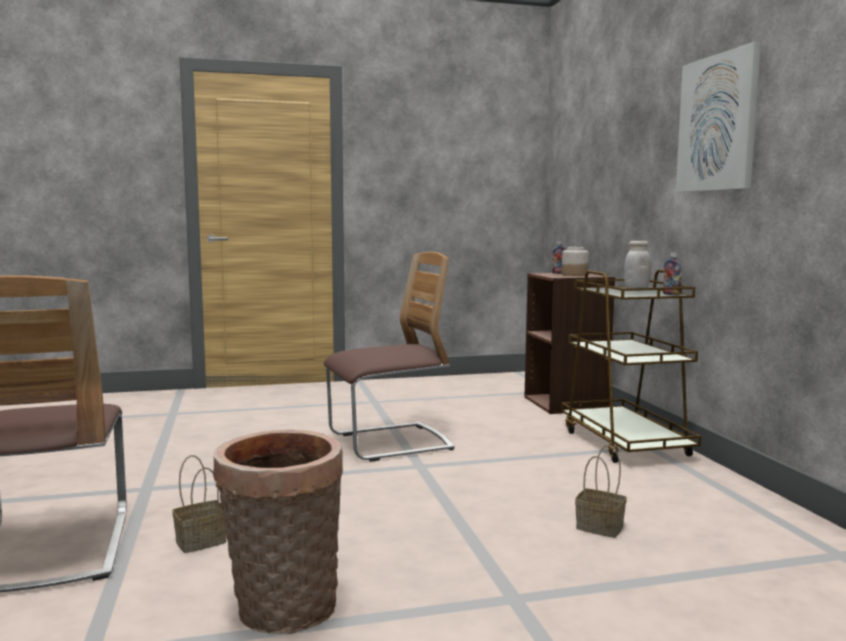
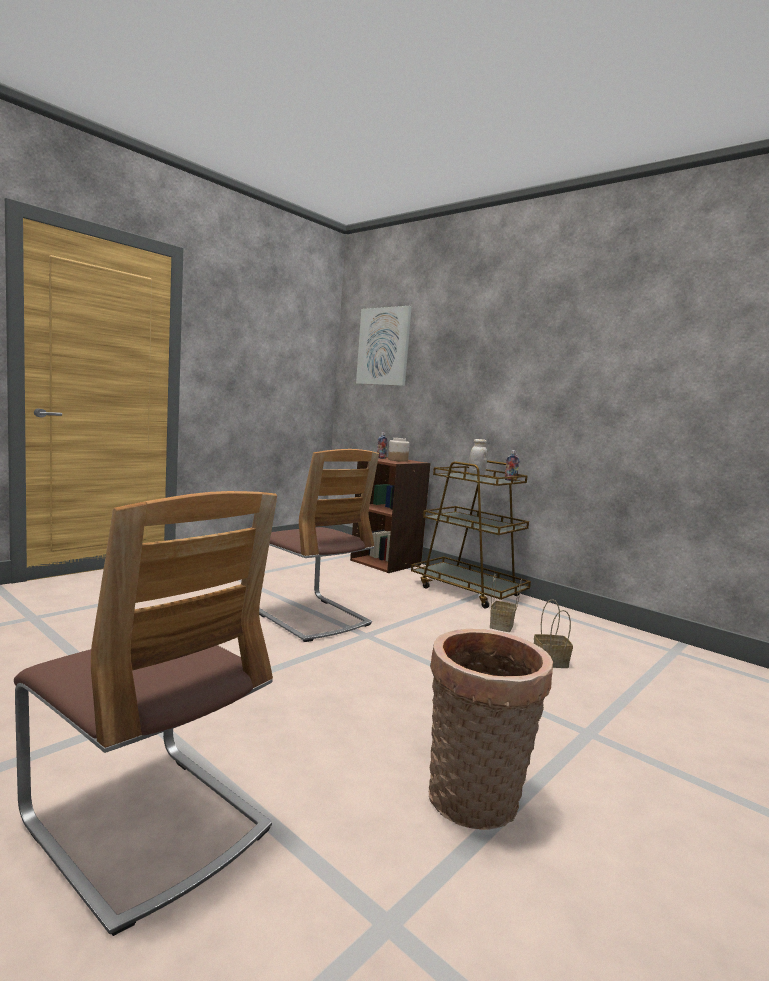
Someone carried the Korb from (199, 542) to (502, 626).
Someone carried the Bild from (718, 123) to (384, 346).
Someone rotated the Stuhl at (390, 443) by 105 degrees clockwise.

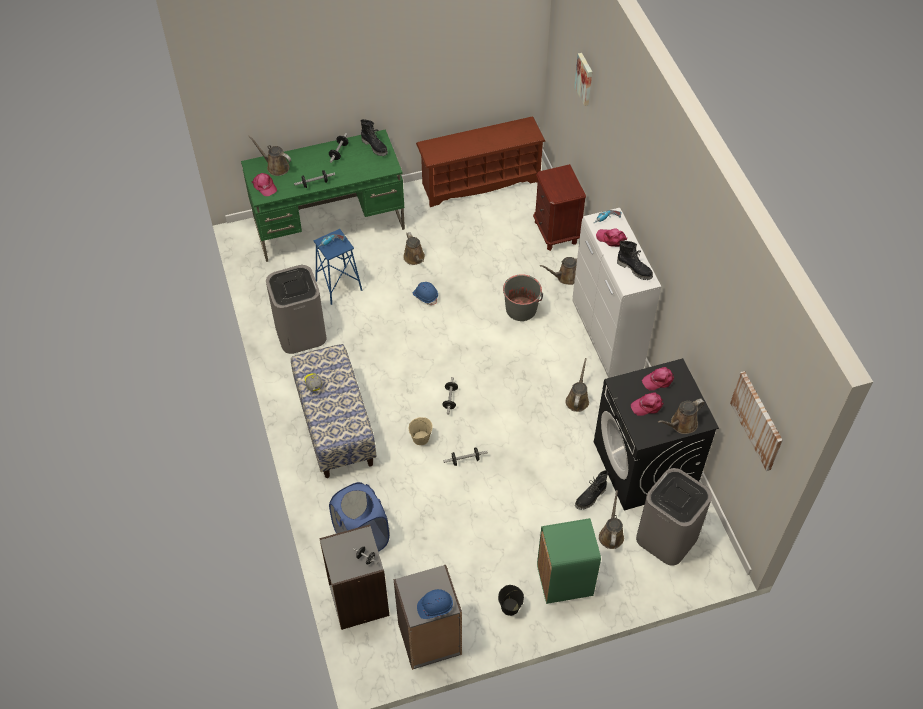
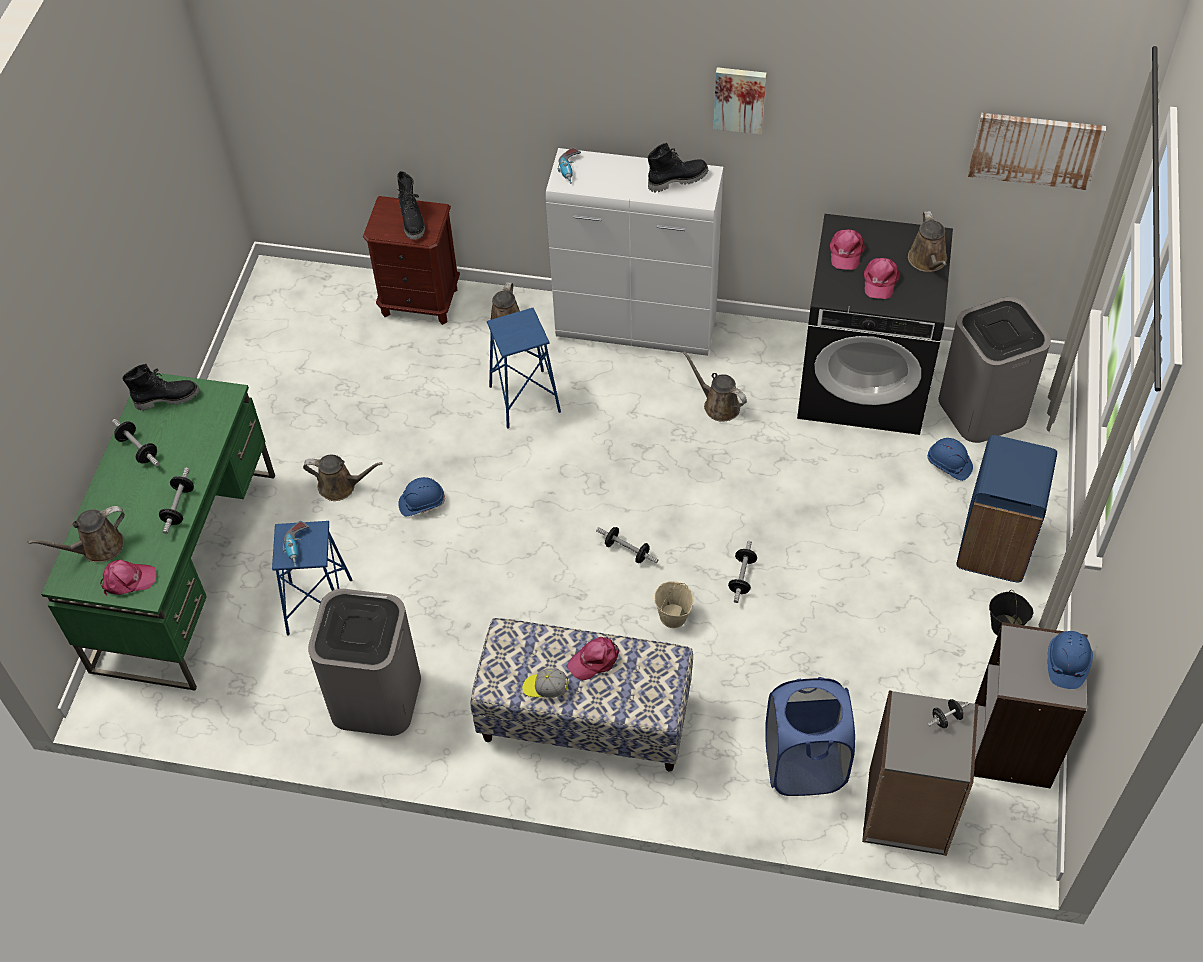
Someone took away the Schuhregal (braun) at (480, 181).
Someone carried the Bild from (585, 79) to (740, 98).
Someone carried the Stiefel (schwarz) from (591, 497) to (412, 221).
Someone carried the Kappe (rosa) from (611, 239) to (595, 660).
Someone swapped the Eimer (grau) at (521, 309) for the Hocker (blau) at (525, 399).
Someone swapped the Gießkanne (braun) at (611, 534) for the Schutzhelm (blau) at (949, 465).
Someone repainted the Mülleimer (grün) at (565, 581), which became the Mülleimer (blau) at (995, 547).

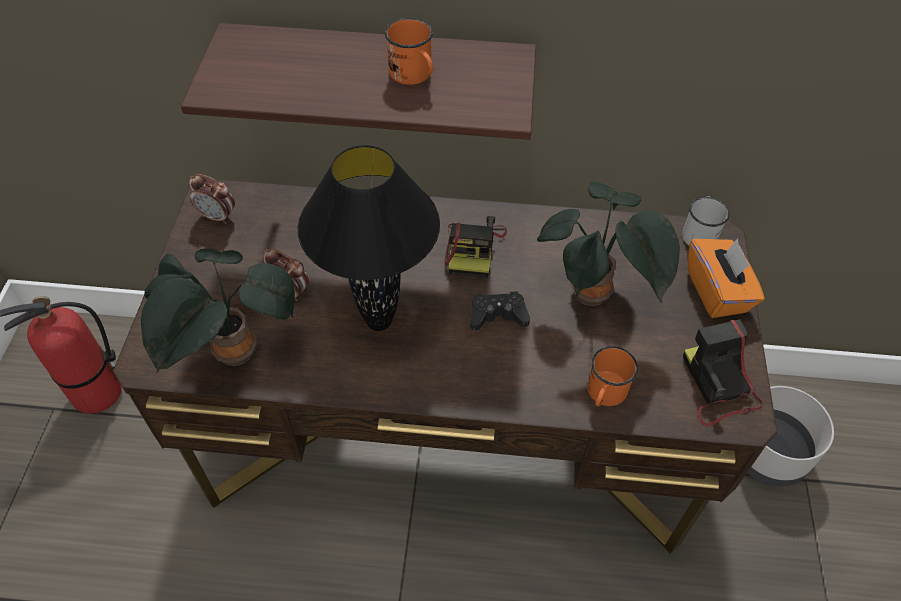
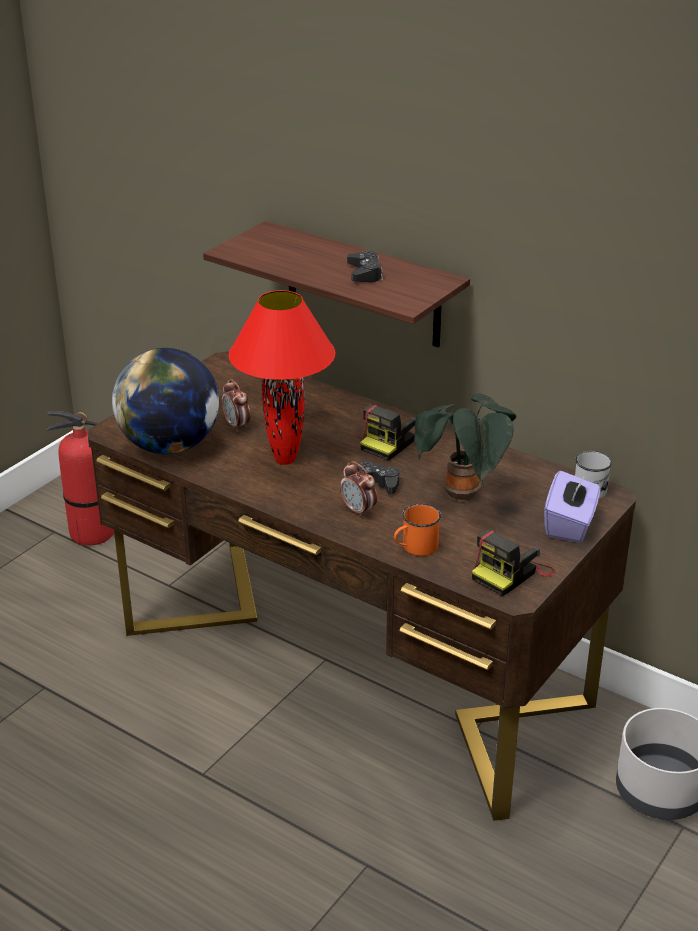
Someone carried the Wecker from (218, 216) to (358, 510).
Someone swapped the Topfpflanze at (233, 356) for the Globus at (170, 446).
Someone swapped the Henkelbecher (orange) at (414, 76) for the Gamepad (schwarz) at (365, 273).
Someone repainted the Tischlampe (schwarz) at (378, 322), which became the Tischlampe (rot) at (284, 460).
Someone repainted the Taschentuchbox (orange) at (717, 292), which became the Taschentuchbox (lila) at (570, 525).
Someone rotated the Kamera at (718, 386) by 150 degrees counterclockwise.

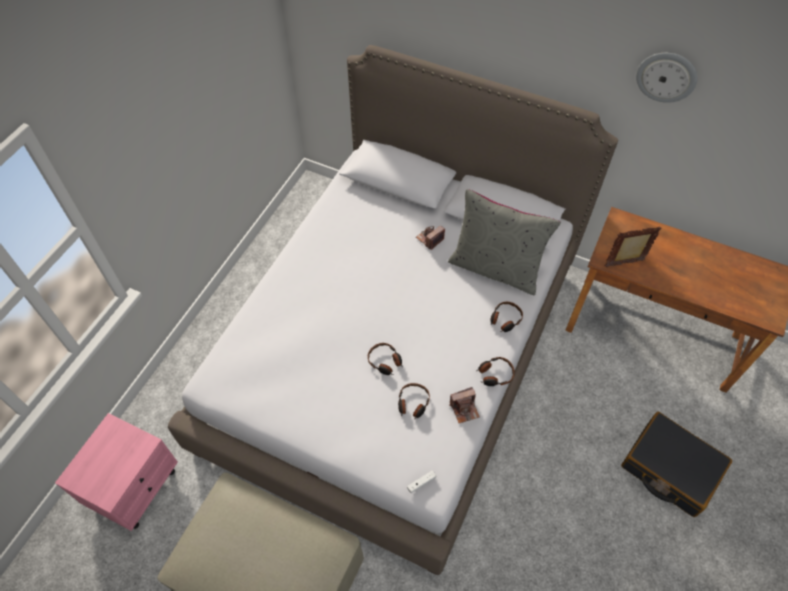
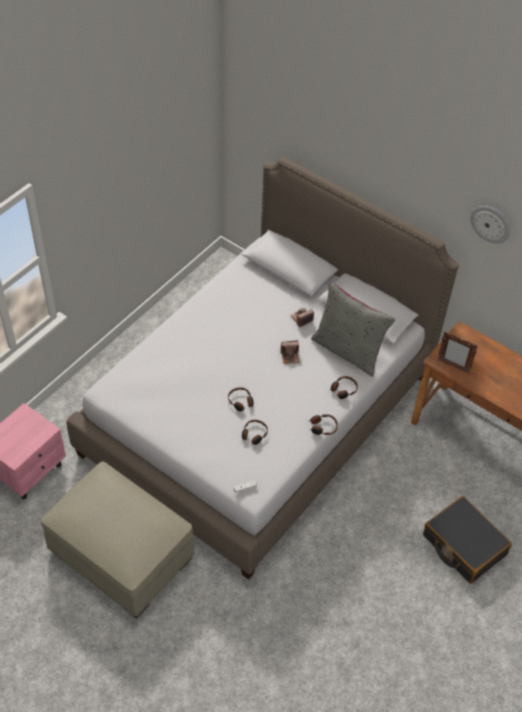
Someone carried the Kamera from (464, 409) to (290, 356).
Someone rotated the Bilderrahmen at (624, 263) by 150 degrees counterclockwise.

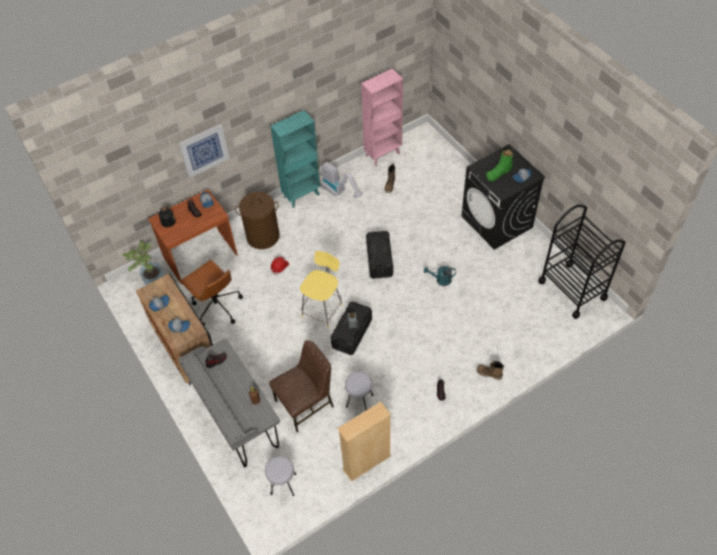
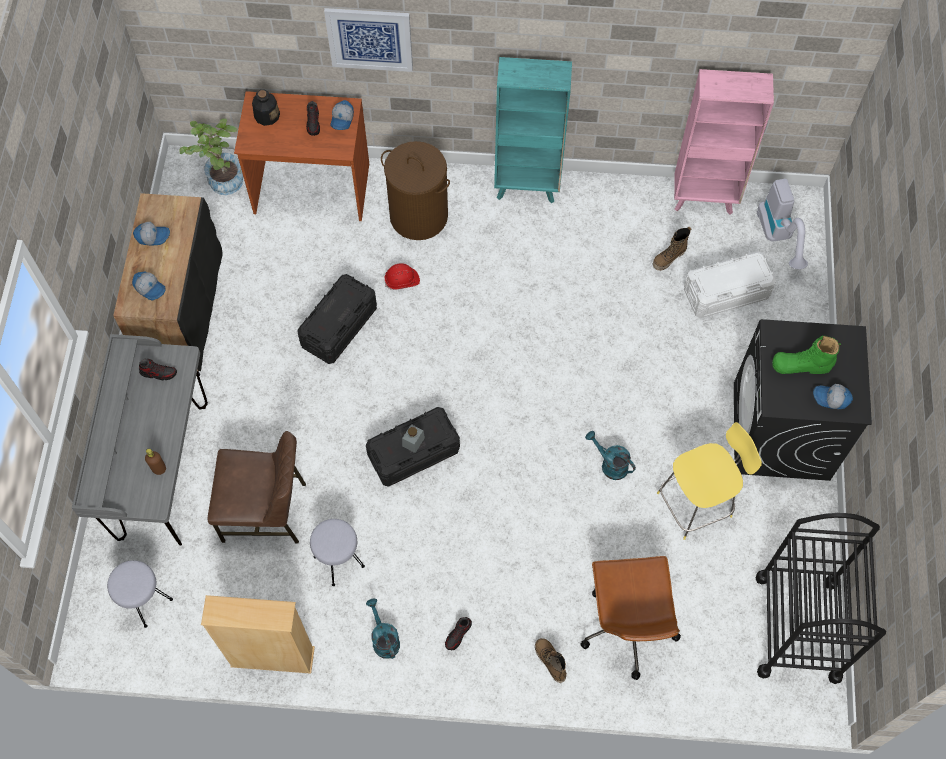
Someone put down the Gießkanne (türkis) at (384, 639).
Someone put down the Aufbewahrungsbox (weiß) at (726, 293).
Someone carried the Bürostuhl (braun) from (217, 307) to (627, 626).
Someone carried the Hocker (gelb) from (323, 309) to (697, 503).
Someone carried the Staubsauger from (340, 192) to (779, 238).
Someone carried the Aufbewahrungsbox (schwarz) from (379, 260) to (339, 327).

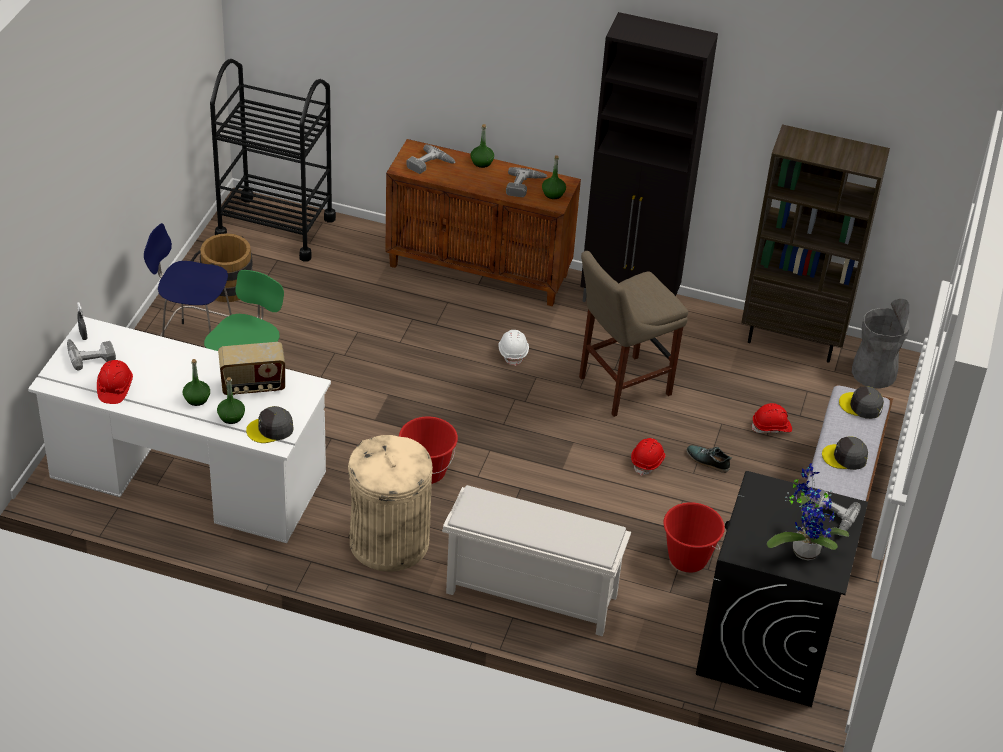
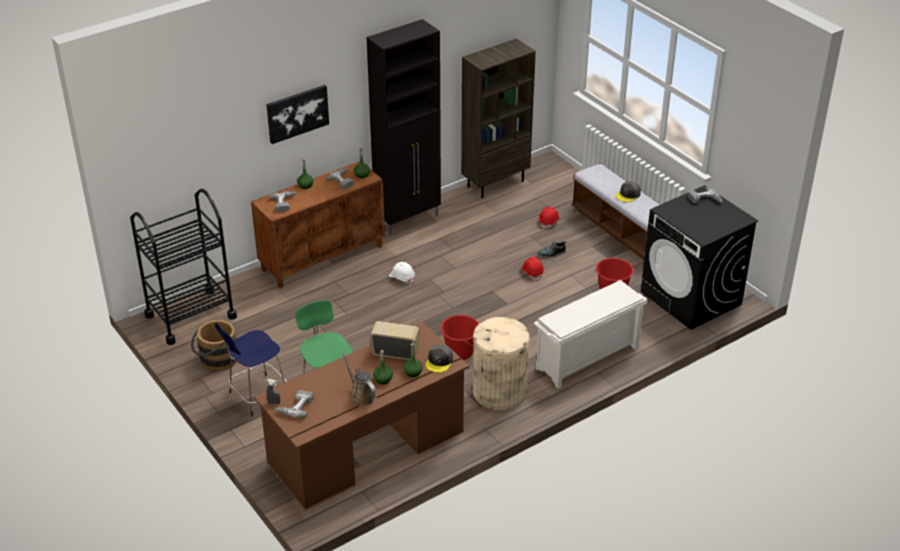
Someone took away the Schutzhelm (rot) at (115, 388).
Someone took away the Hocker (beige) at (620, 387).
Someone took away the Topfpflanze at (803, 548).
Someone took away the Kappe (grau) at (861, 406).
Someone took away the Mülleimer (grau) at (873, 373).
Someone put up the Bild at (297, 113).
Someone put down the Gießkanne (braun) at (361, 395).
Someone repainted the Schreibtisch (weiß) at (188, 477), which became the Schreibtisch (braun) at (367, 449).
Someone rotated the Radio at (253, 386) by 105 degrees counterclockwise.

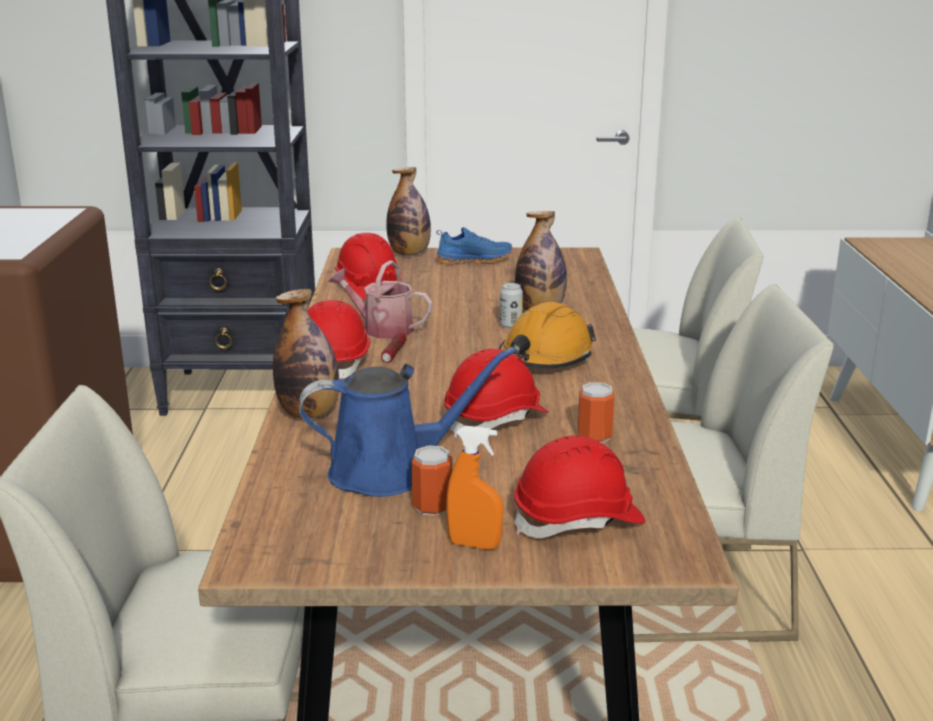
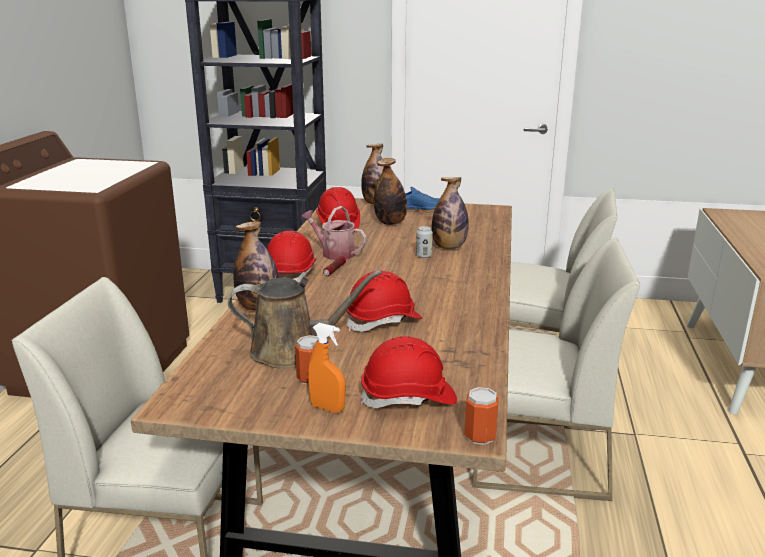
Someone took away the Schutzhelm (orange) at (545, 358).
Someone put down the Flasche at (390, 223).
Someone carried the Dose from (594, 436) to (480, 436).
Someone repainted the Gießkanne (blau) at (389, 472), which became the Gießkanne (braun) at (293, 351).

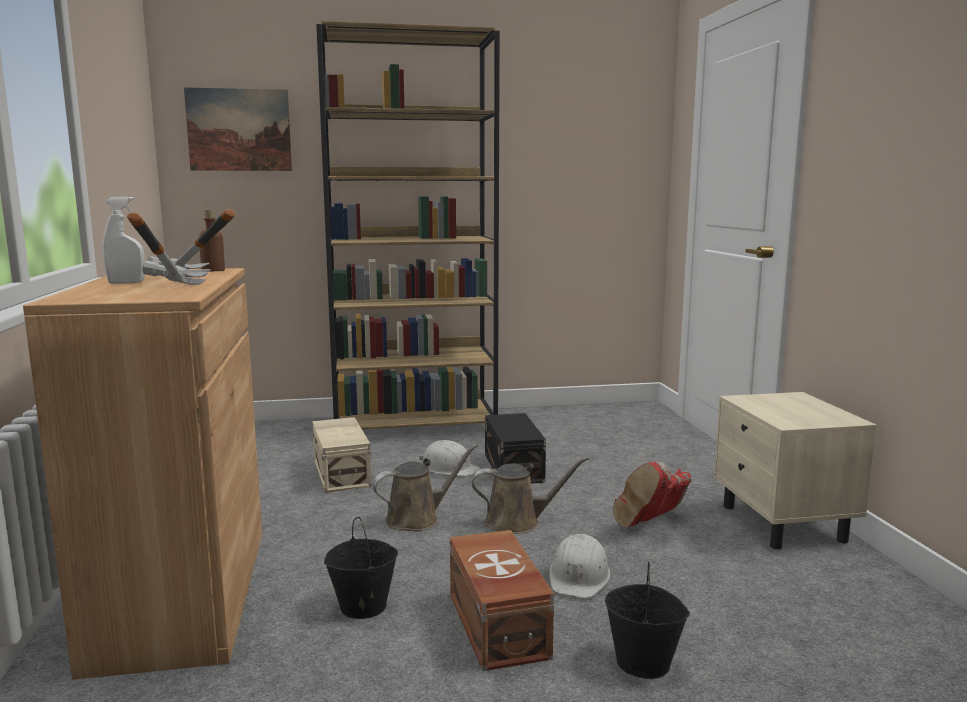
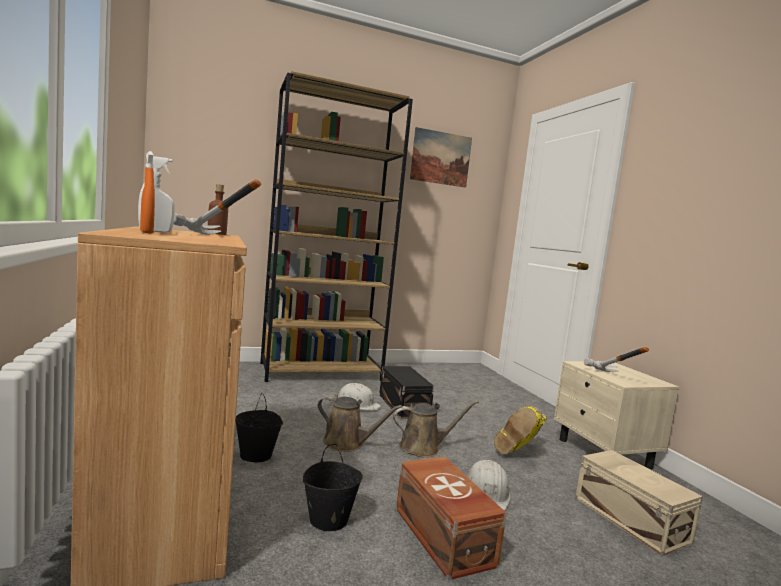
Someone put down the Sprühflasche (orange) at (146, 232).
Someone carried the Hammer from (154, 290) to (609, 377).
Someone carried the Bild from (239, 130) to (441, 158).
Someone carried the Aufbewahrungsbox (beige) from (342, 473) to (630, 518).
Someone carried the Eimer (schwarz) from (644, 663) to (256, 455).
Someone repainted the Stiefel (rot) at (652, 525), which became the Stiefel (gelb) at (519, 452).
Someone rotated the Gießkanne (braun) at (417, 519) by 60 degrees clockwise.

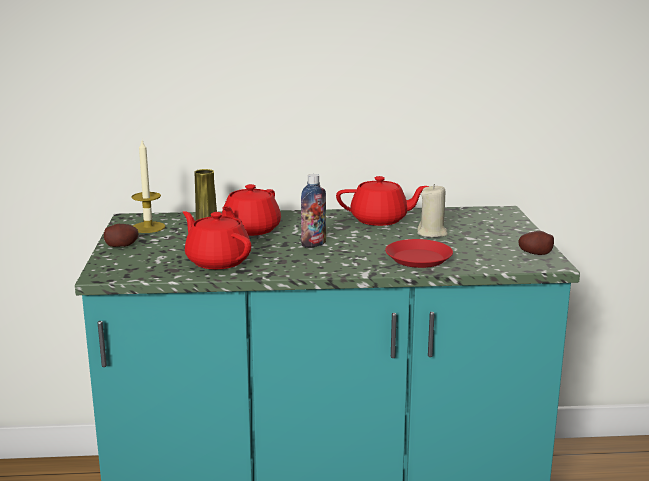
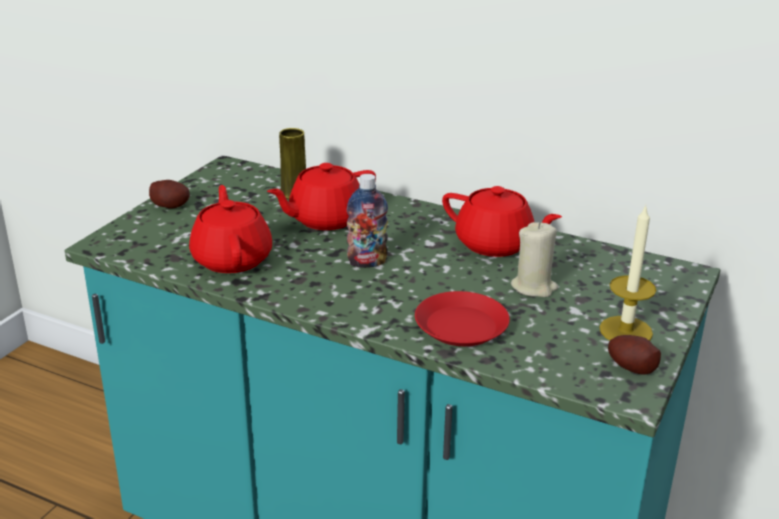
Someone carried the Kerze from (148, 227) to (625, 331).

